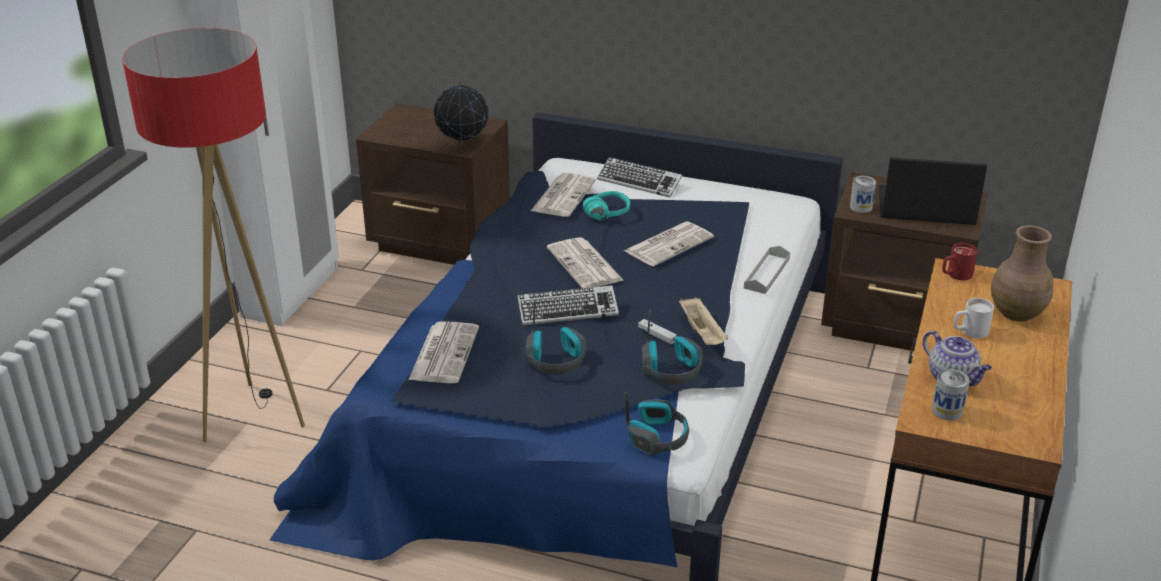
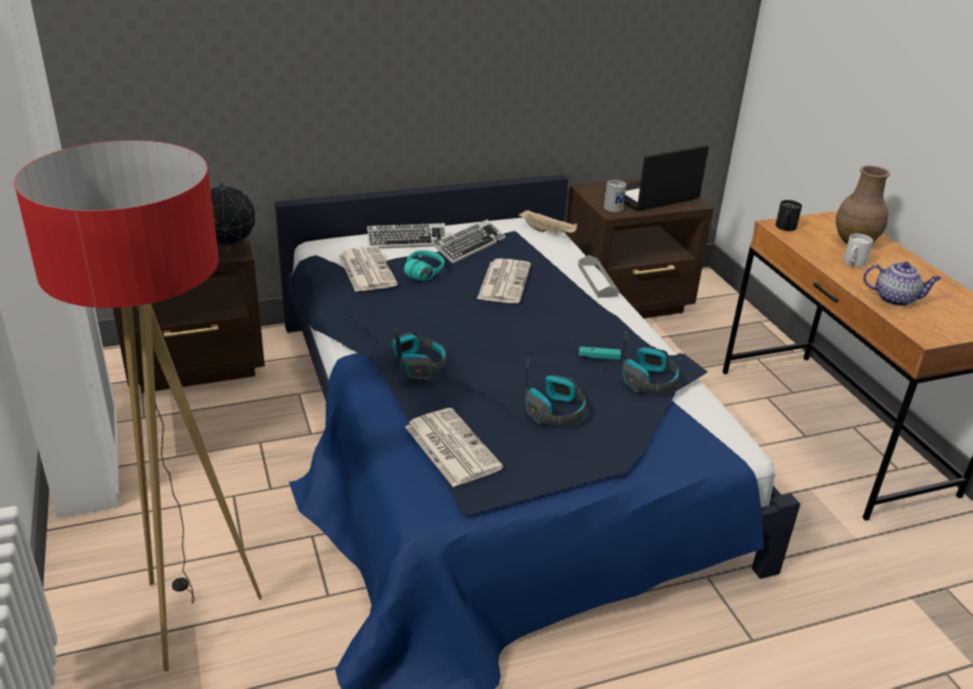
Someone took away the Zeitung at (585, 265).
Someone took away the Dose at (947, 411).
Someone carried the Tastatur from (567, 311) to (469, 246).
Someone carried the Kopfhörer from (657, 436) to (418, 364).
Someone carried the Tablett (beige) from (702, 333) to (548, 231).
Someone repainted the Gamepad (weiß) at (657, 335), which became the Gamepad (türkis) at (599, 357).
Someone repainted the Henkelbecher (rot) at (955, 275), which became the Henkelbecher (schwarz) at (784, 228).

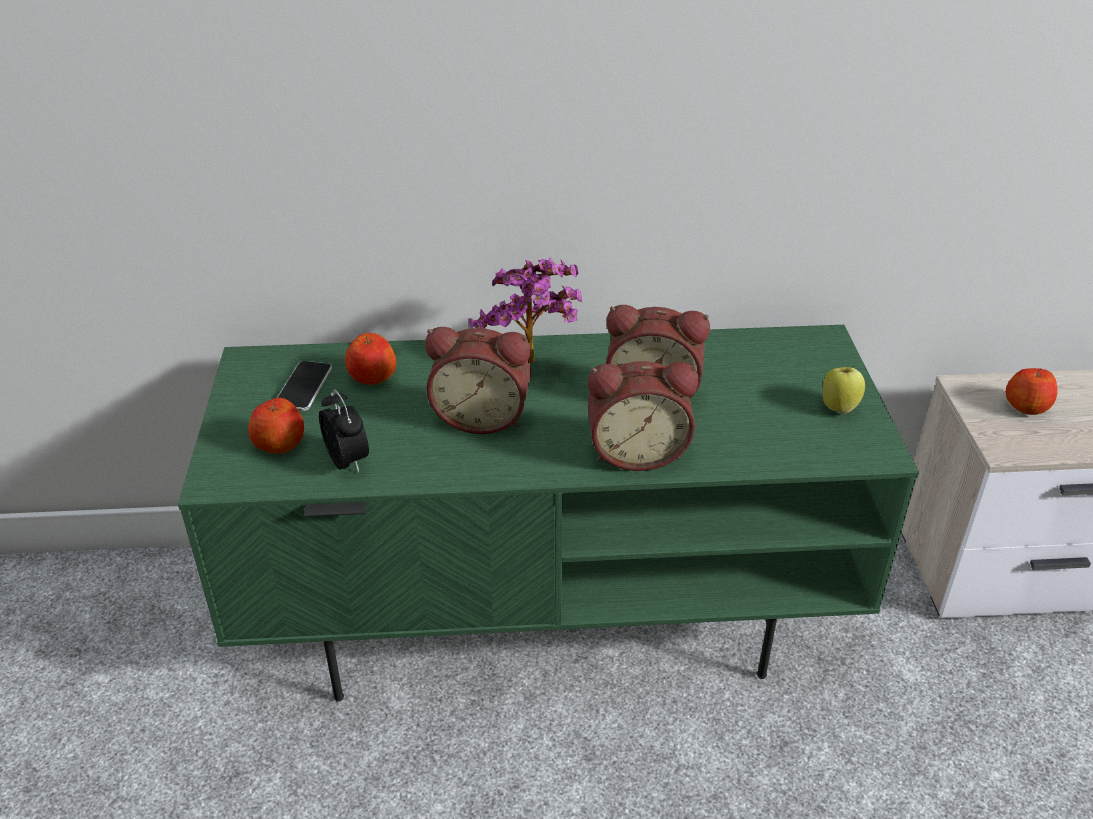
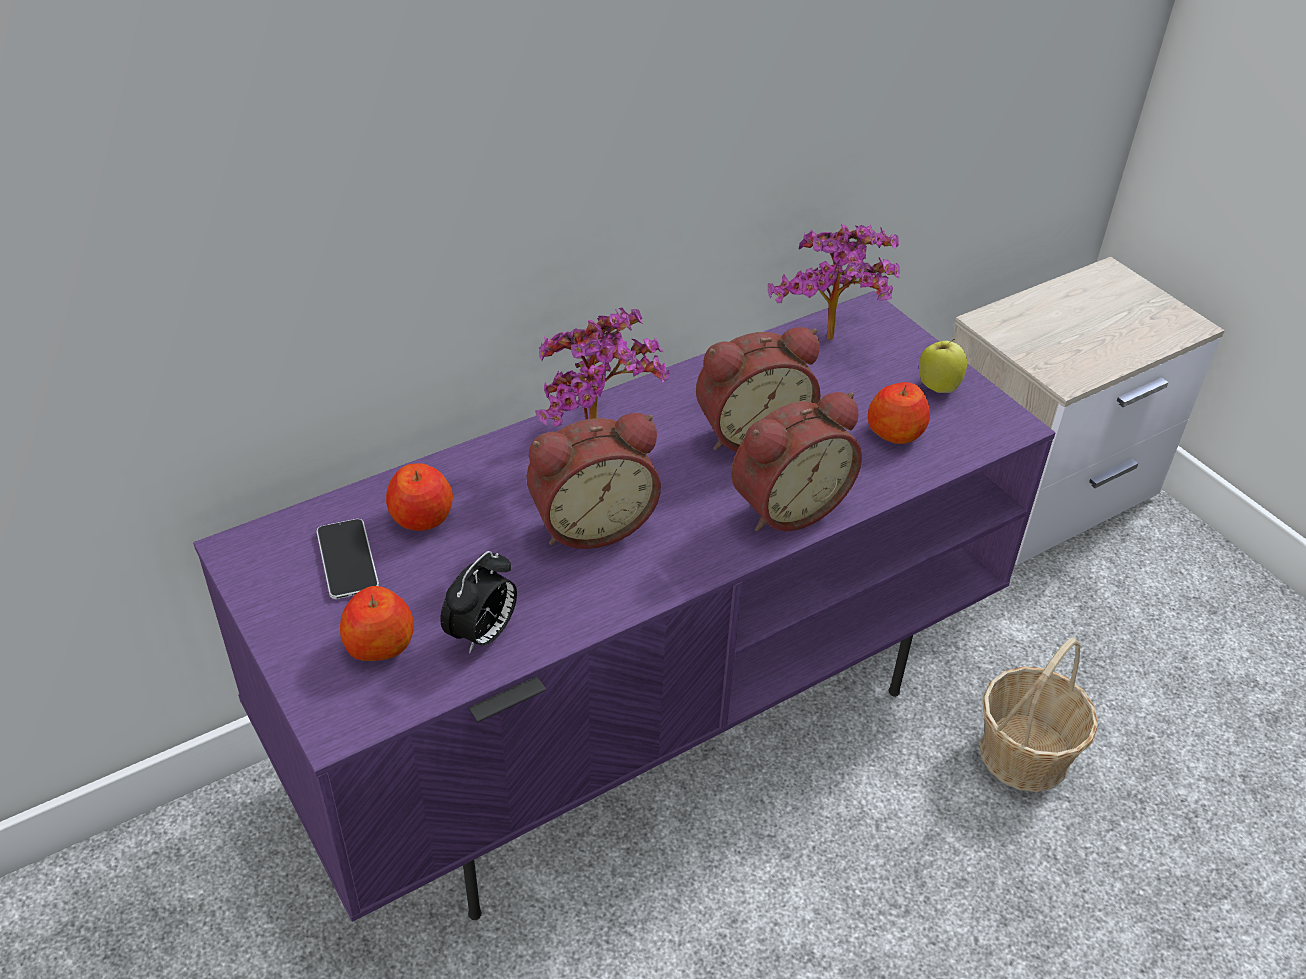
Someone put down the Topfpflanze at (832, 344).
Someone put down the Korb at (1025, 754).
Someone carried the Apfel from (1026, 406) to (895, 432).
Someone repainted the Fernsehschrank (grün) at (549, 612), which became the Fernsehschrank (lila) at (642, 714).
Someone rotated the Wecker at (348, 461) by 90 degrees clockwise.

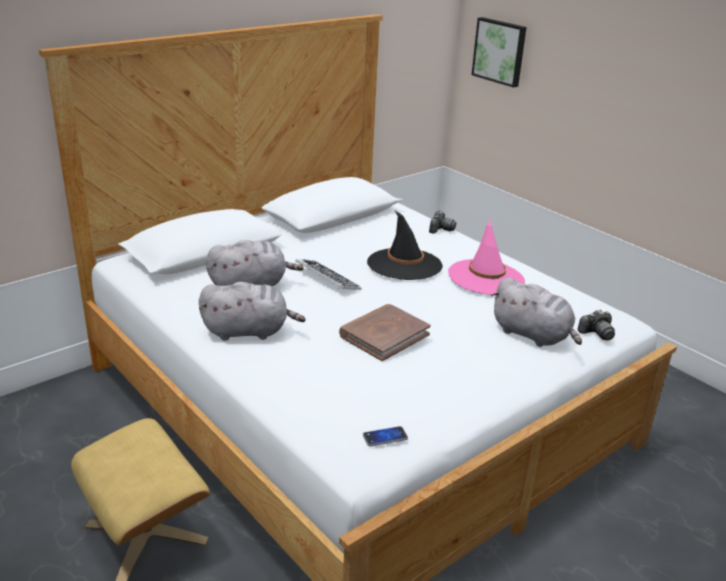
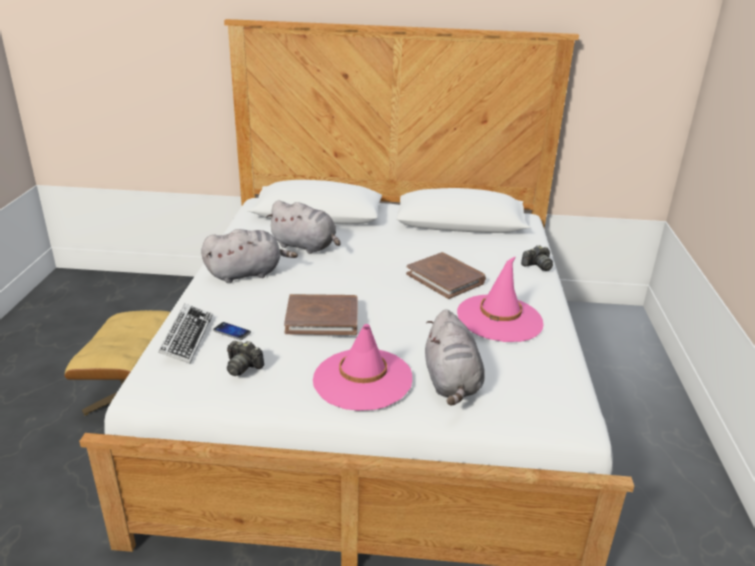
Someone took away the Bild at (500, 51).
Someone put down the Hut (rosa) at (362, 379).
Someone carried the Tastatur from (327, 279) to (187, 337).
Someone carried the Handy from (385, 437) to (232, 332).
Someone carried the Kamera from (597, 333) to (243, 366).
Someone swapped the Hut (schwarz) at (404, 264) for the Buch (braun) at (445, 278).
Someone rotated the Plüschtier (grau) at (249, 331) by 60 degrees counterclockwise.

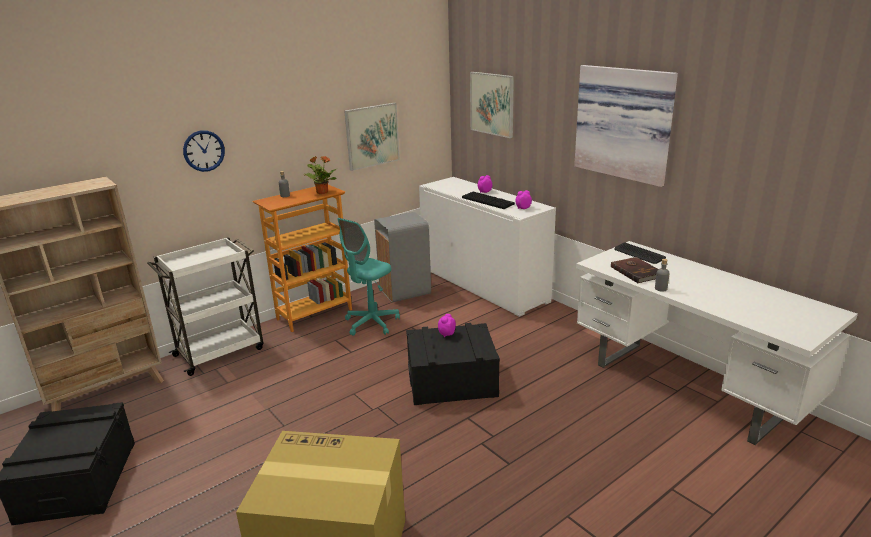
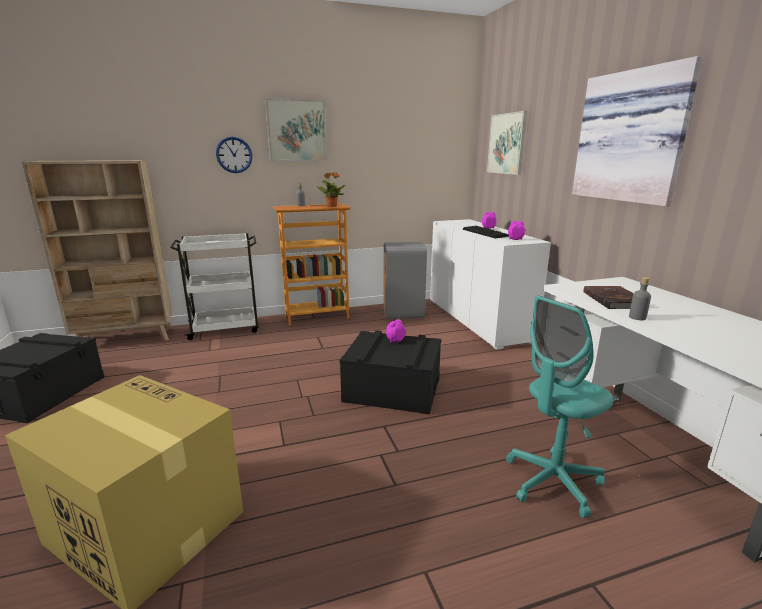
Someone took away the Tastatur at (639, 254).
Someone carried the Bürostuhl (türkis) from (371, 323) to (552, 482).
Someone carried the Bild from (372, 136) to (296, 131).

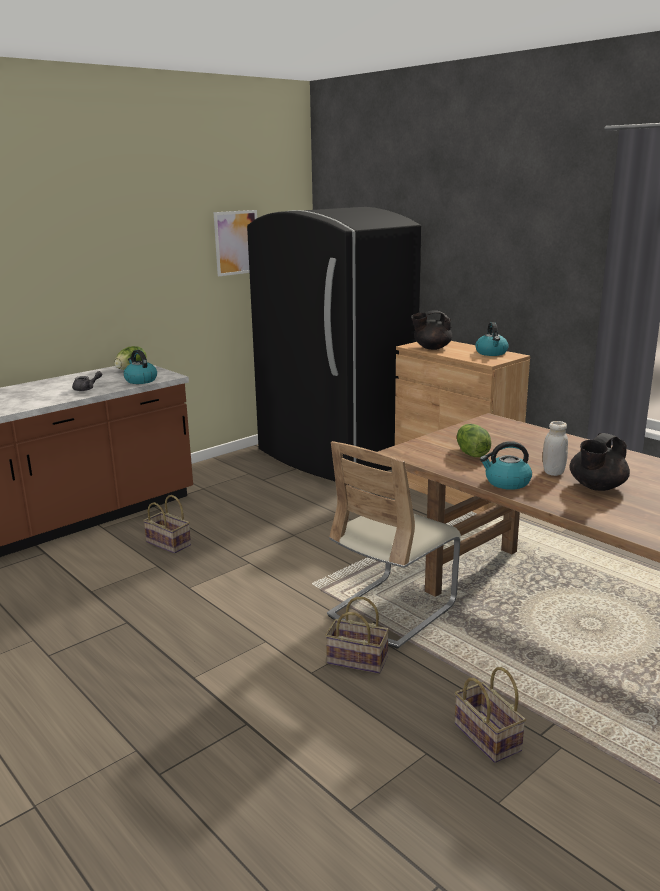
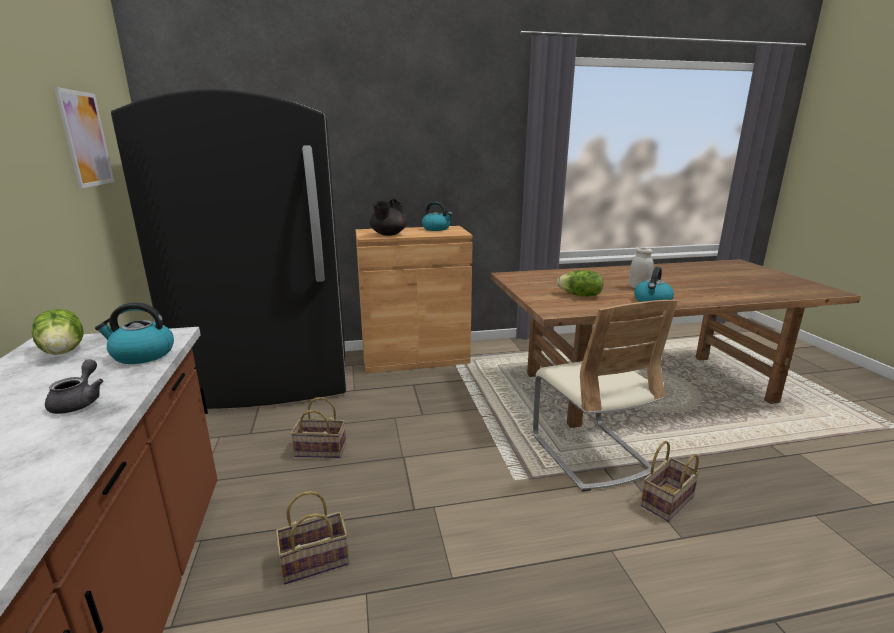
Someone took away the Teekanne (schwarz) at (596, 487).
Someone carried the Korb from (485, 736) to (319, 450).

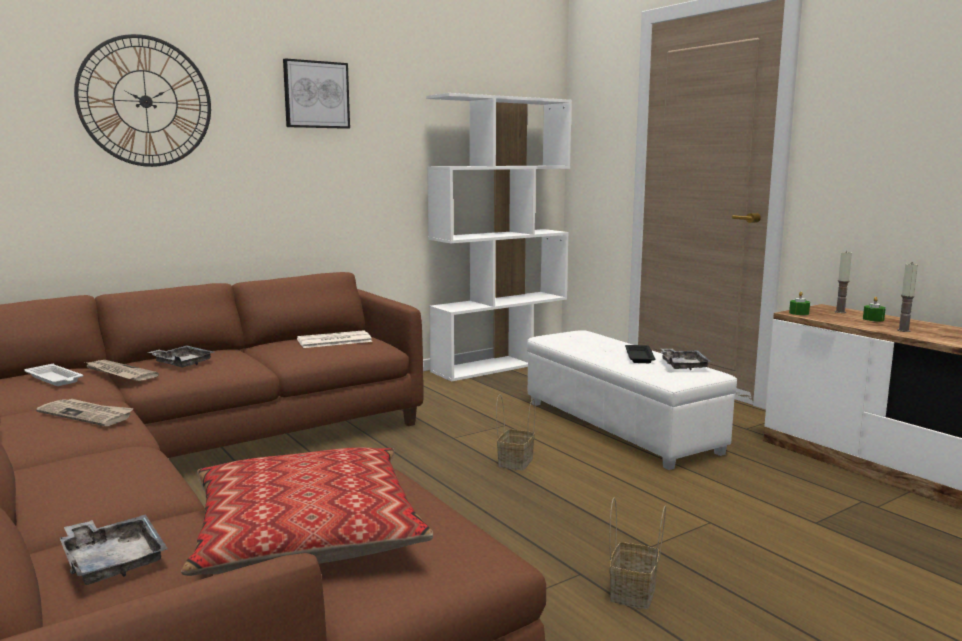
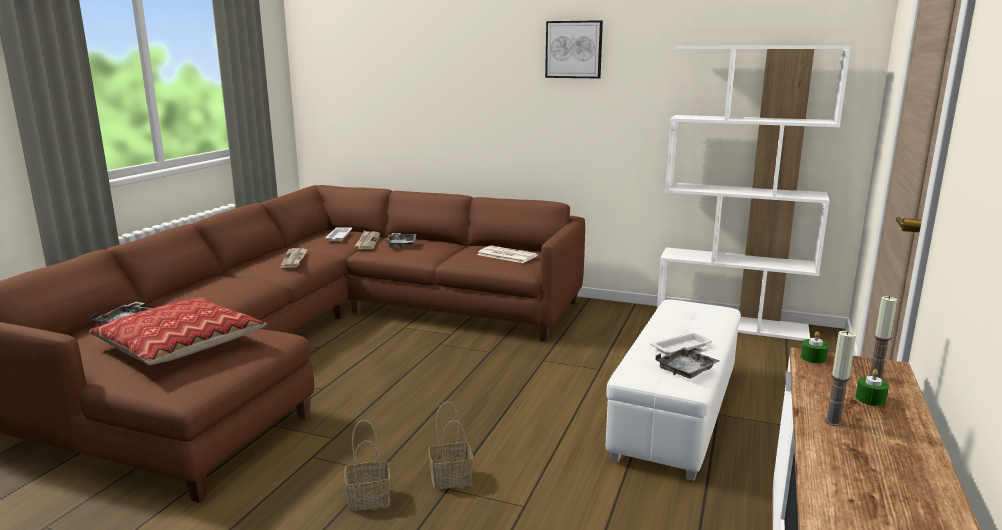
Someone took away the Wanduhr at (145, 101).
Someone carried the Korb from (515, 461) to (452, 478).
Someone repainted the Tablett (schwarz) at (639, 357), which became the Tablett (weiß) at (682, 347).

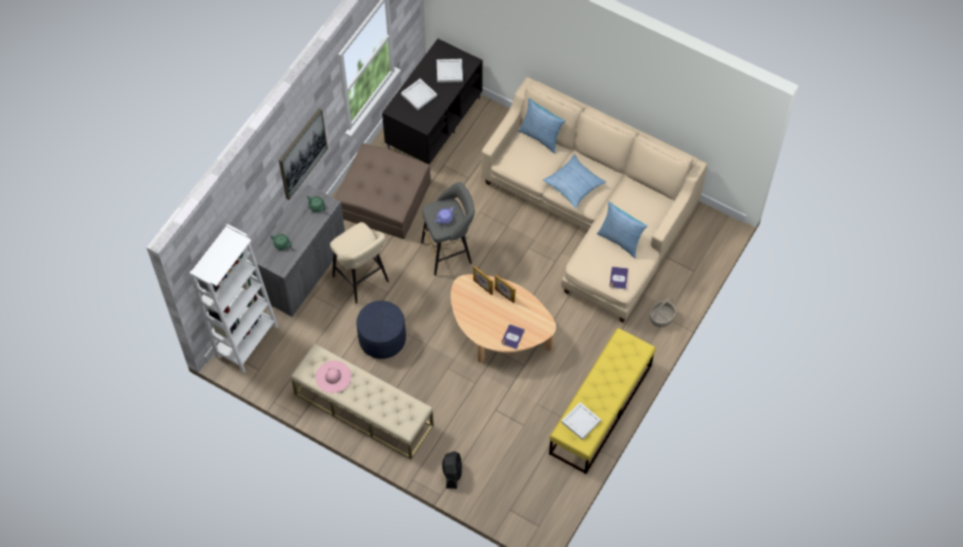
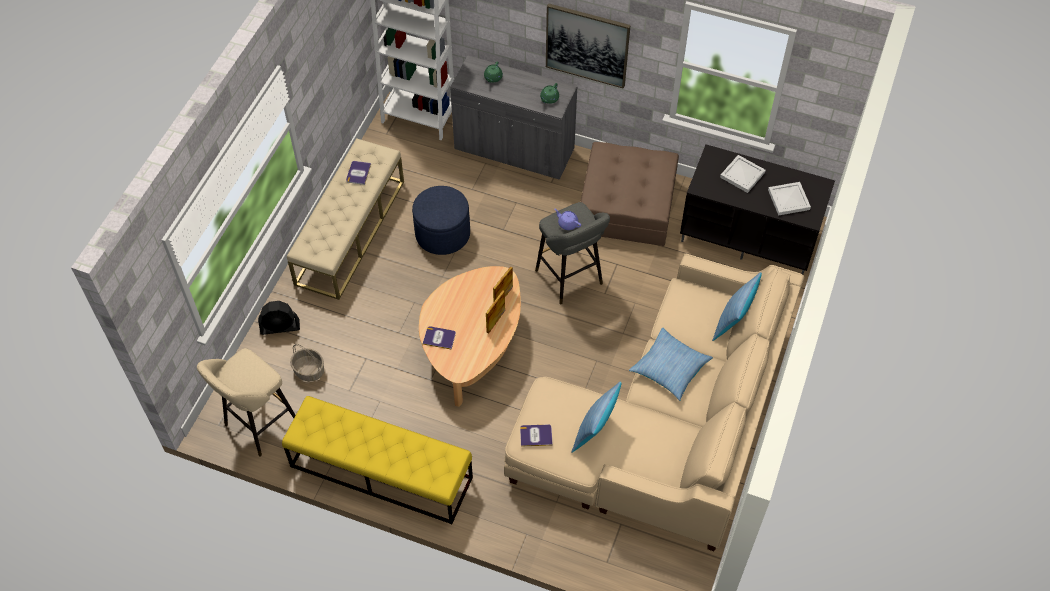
Someone took away the Tablett (weiß) at (581, 421).
Someone carried the Hocker (beige) from (362, 281) to (258, 426).
Someone carried the Korb from (661, 318) to (309, 370).
Someone swapped the Hut (rosa) at (333, 377) for the Buch at (358, 173).

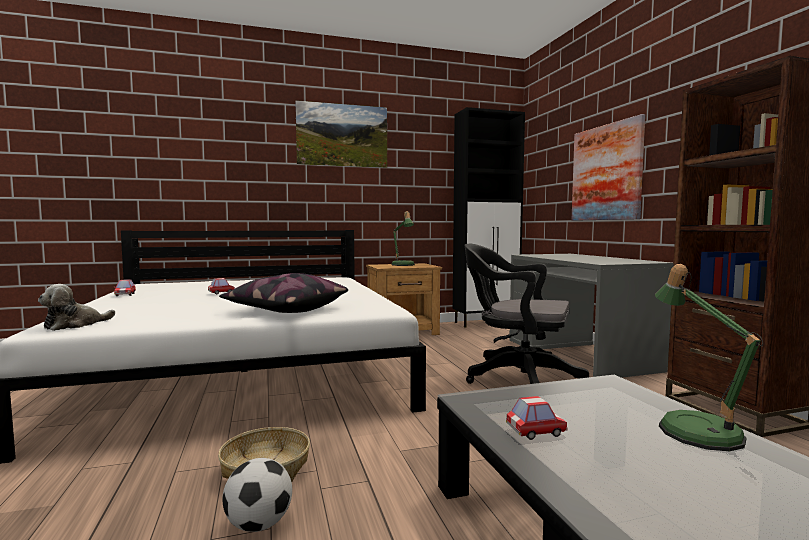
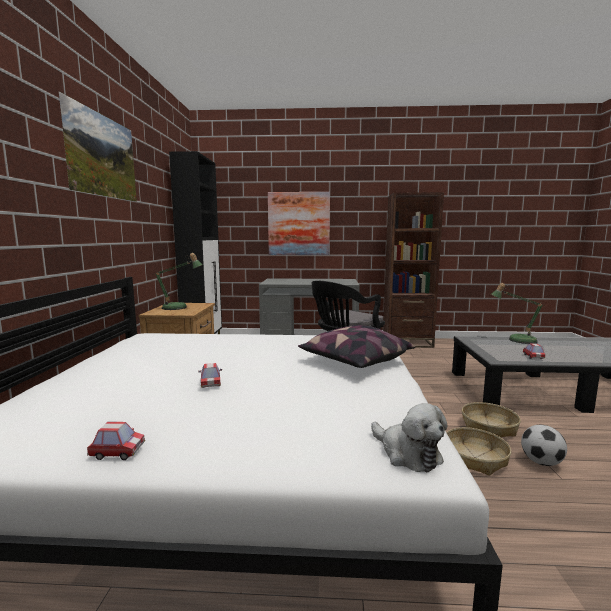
Someone put down the Korb at (489, 427).

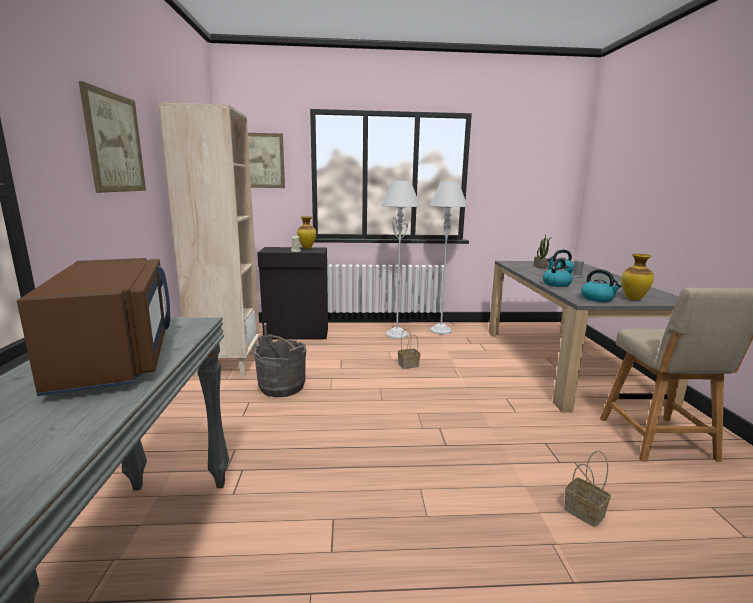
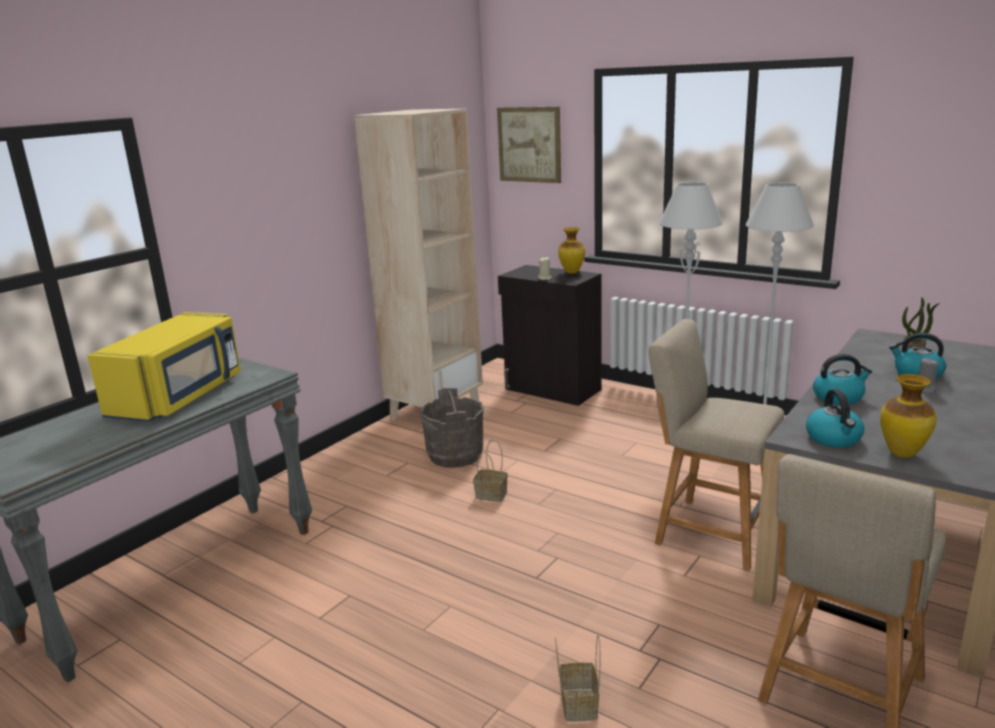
Someone took away the Bild at (115, 143).
Someone put down the Stuhl (beige) at (709, 531).
Someone carried the Korb from (408, 365) to (492, 495).
Someone repainted the Mikrowelle (braun) at (117, 357), which became the Mikrowelle (gelb) at (180, 397).

